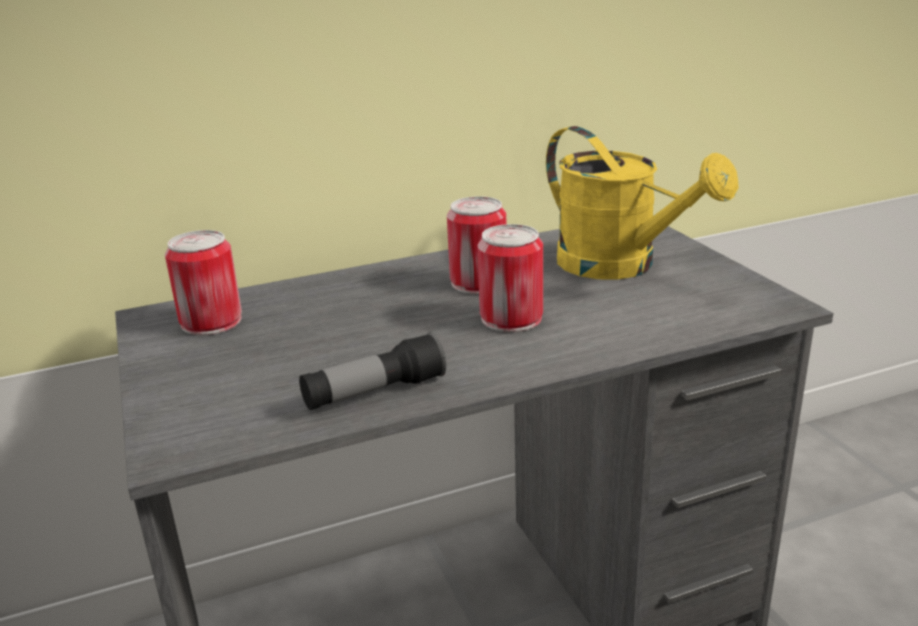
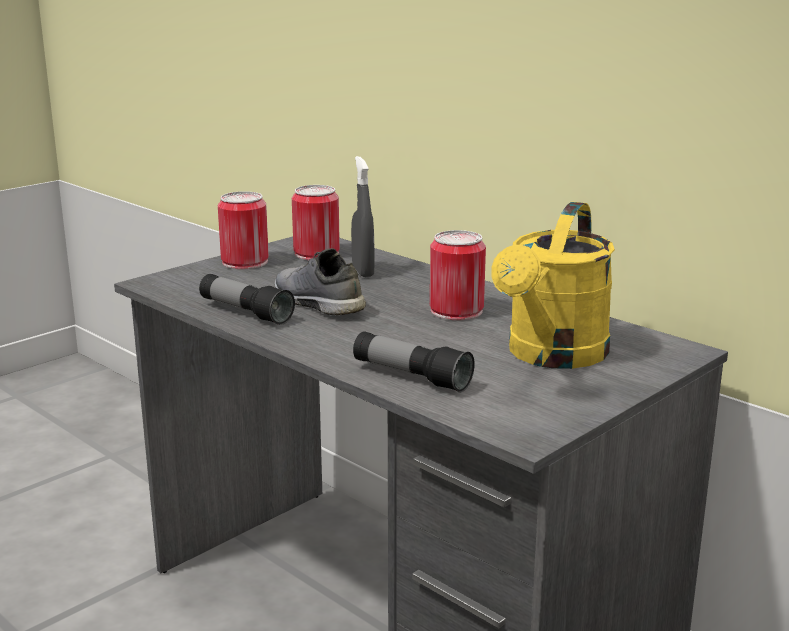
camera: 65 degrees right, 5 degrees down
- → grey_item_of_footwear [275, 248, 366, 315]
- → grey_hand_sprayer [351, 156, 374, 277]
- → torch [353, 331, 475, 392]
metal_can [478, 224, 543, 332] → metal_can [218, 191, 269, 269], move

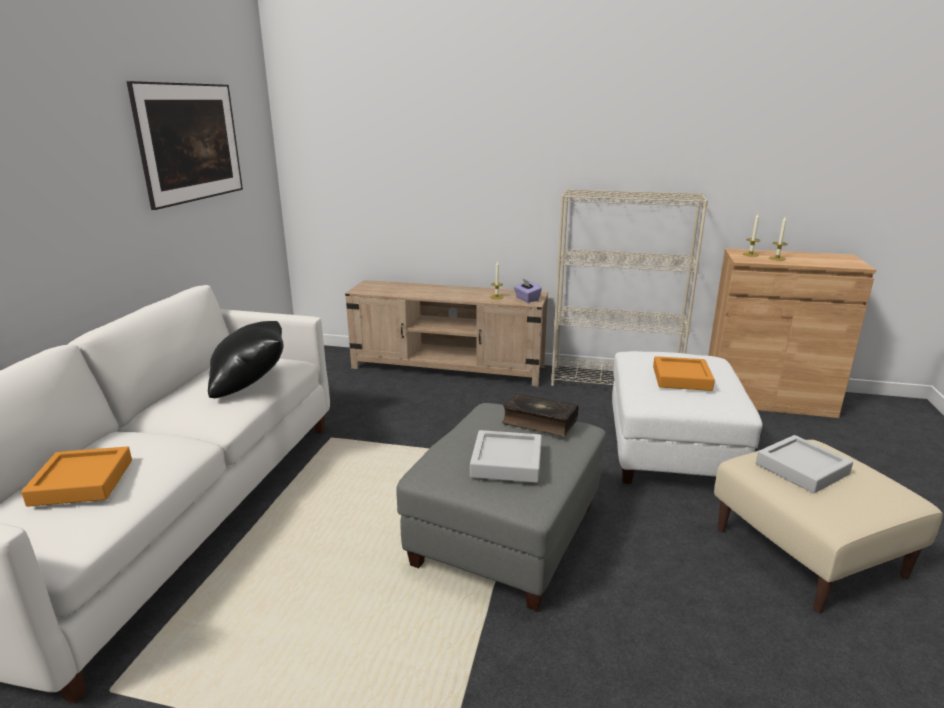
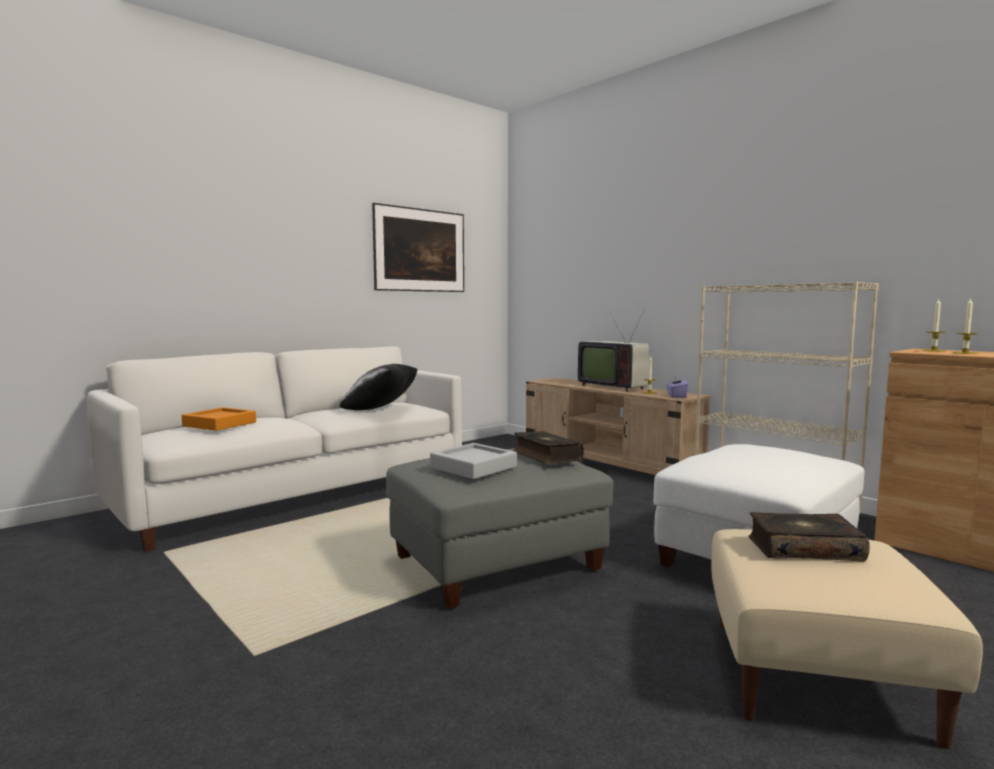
camera: 35 degrees right, 15 degrees down
orange_tray [653, 356, 715, 391] → -
- → TV_set [578, 309, 649, 391]
grey_tray [756, 435, 853, 494] → book [748, 512, 870, 562]

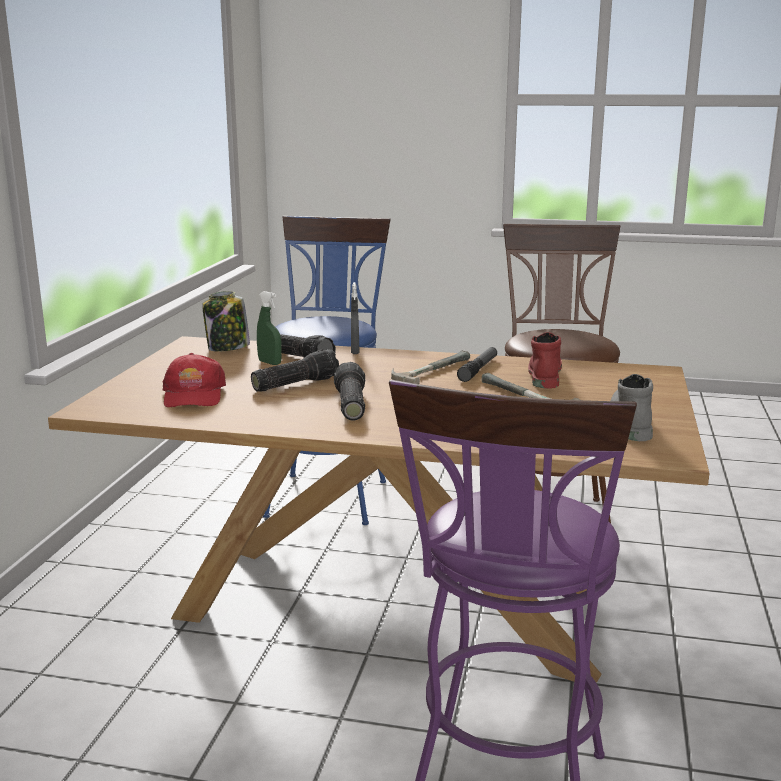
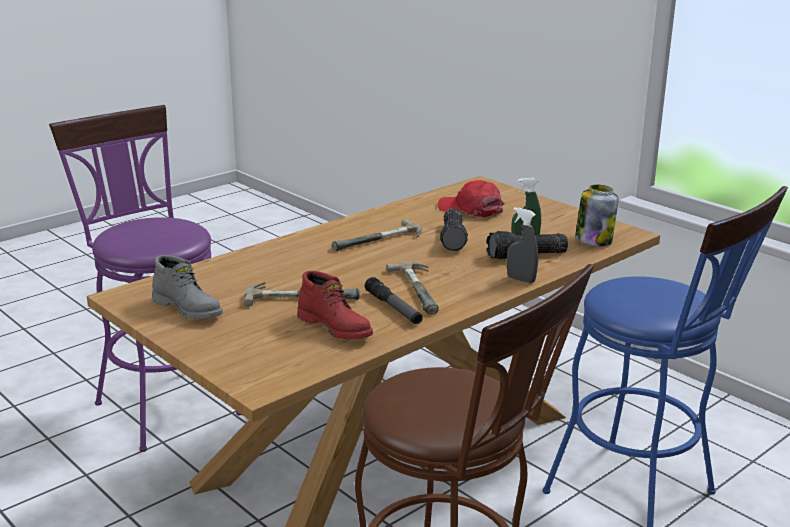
camera: 125 degrees right, 5 degrees up
torch [334, 362, 365, 421] → tool_hammer [332, 219, 421, 251]

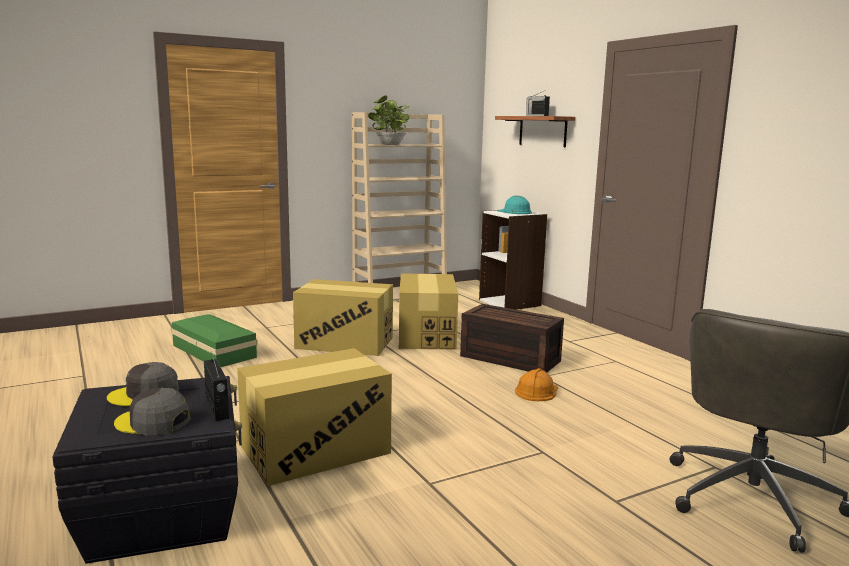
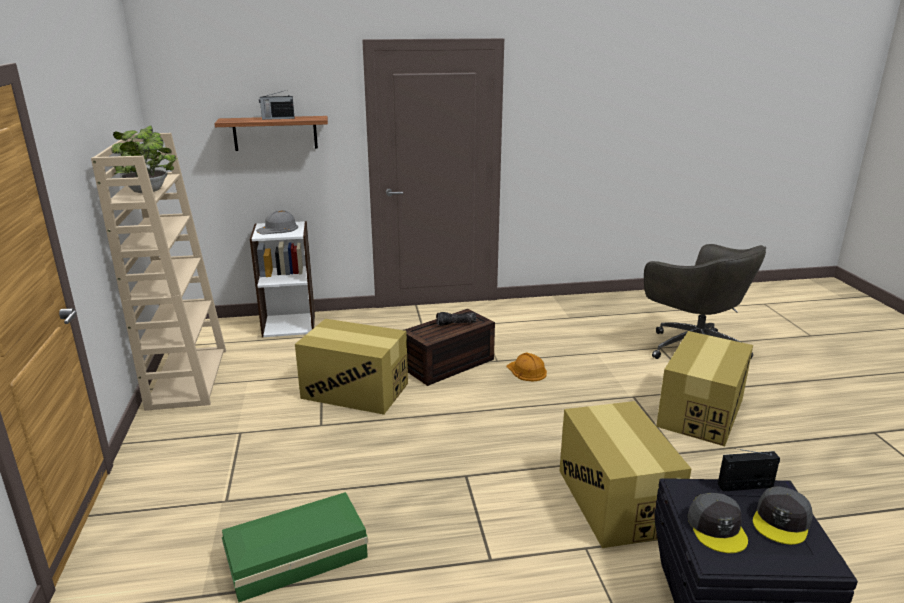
camera: 70 degrees left, 10 degrees up
- → torch [436, 312, 476, 326]
cardboard_box [293, 279, 393, 356] → cardboard_box [656, 331, 753, 446], move
turquoise_safety_helmet [497, 196, 532, 214] → grey_safety_helmet [256, 210, 298, 234]

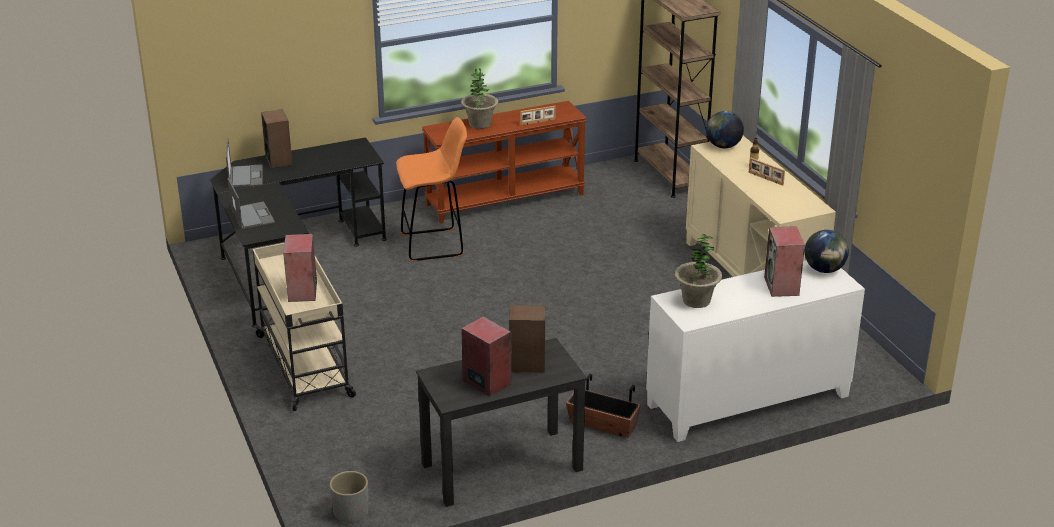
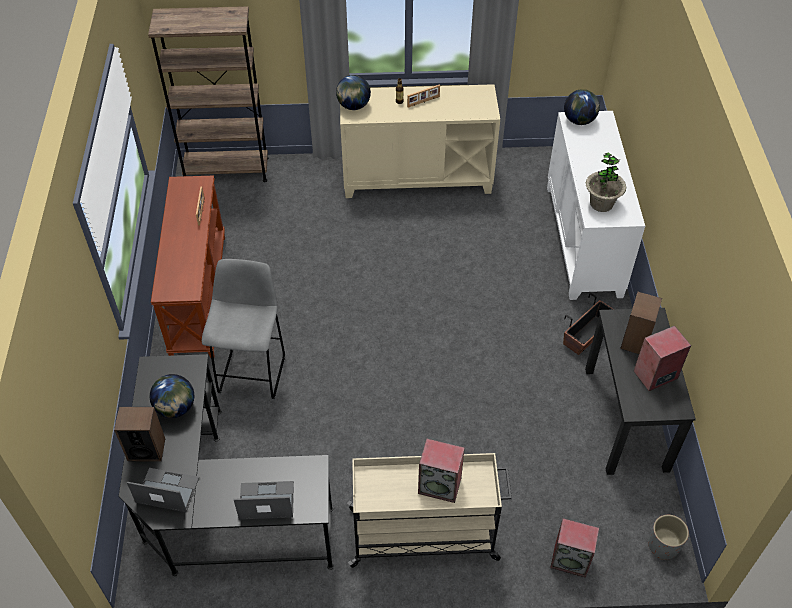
camera: 70 degrees left, 20 degrees up
plant_in_a_pot [461, 69, 499, 129] → -
- → world_globe [150, 374, 194, 418]
speaker [764, 226, 805, 297] → speaker [550, 518, 599, 578], move
orange_stool_seat [396, 117, 467, 262] → grey_stool_seat [202, 259, 285, 400]

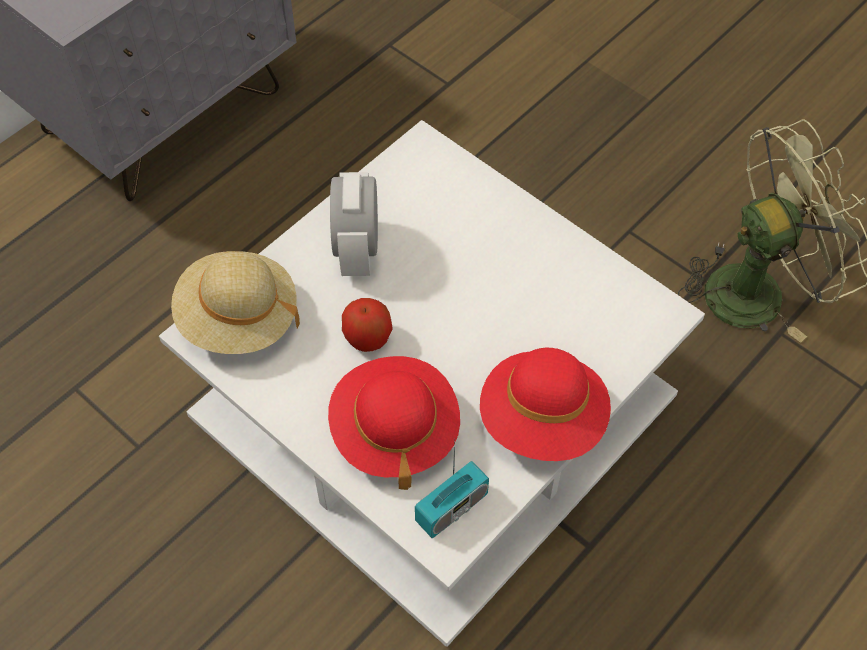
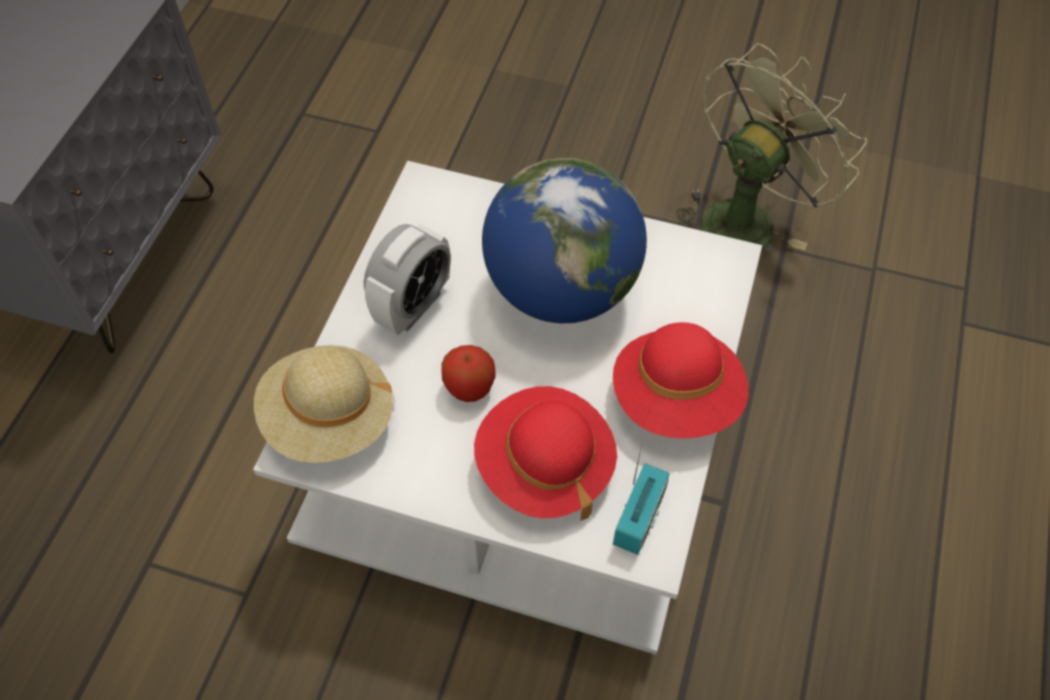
camera: 25 degrees left, 0 degrees up
- → world_globe [482, 158, 647, 323]
table_clock [330, 172, 378, 276] → table_clock [364, 223, 451, 335], 120 degrees counterclockwise

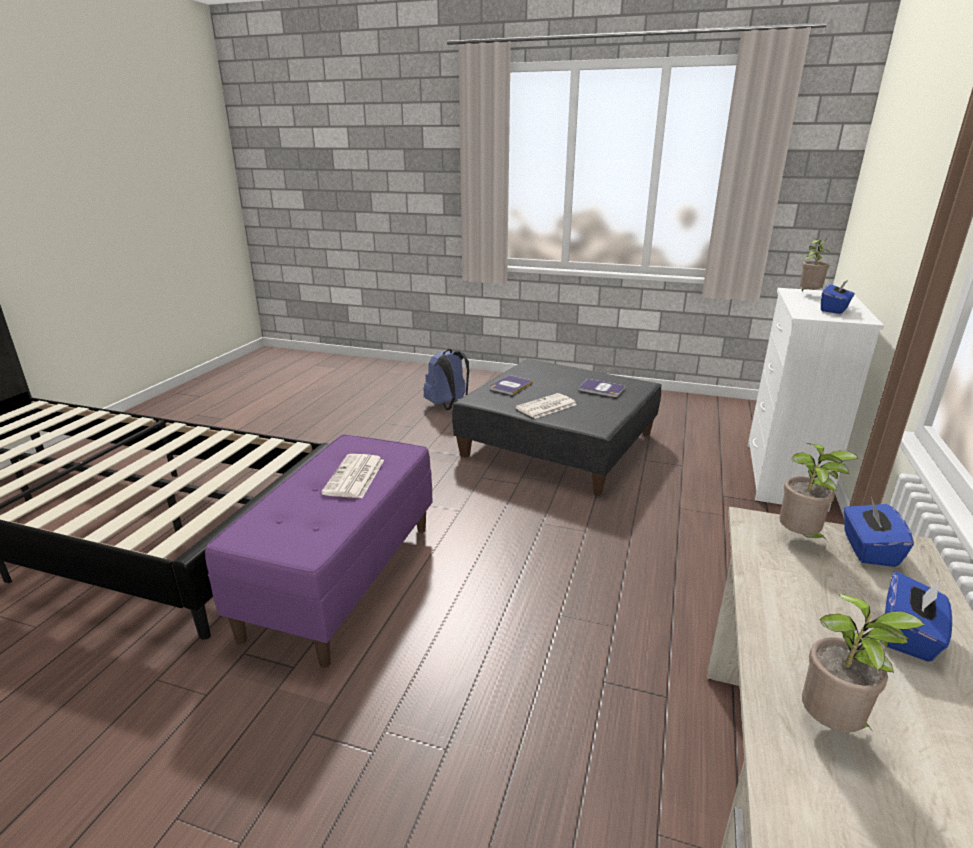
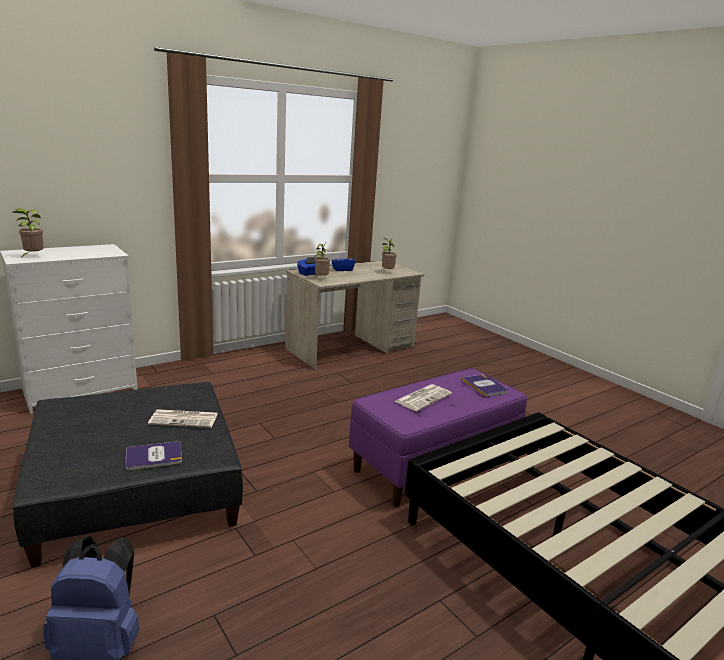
camera: 145 degrees left, 5 degrees down
bluish_tissue_box [821, 280, 855, 314] → -
book [579, 379, 625, 397] → book [462, 374, 508, 397], move

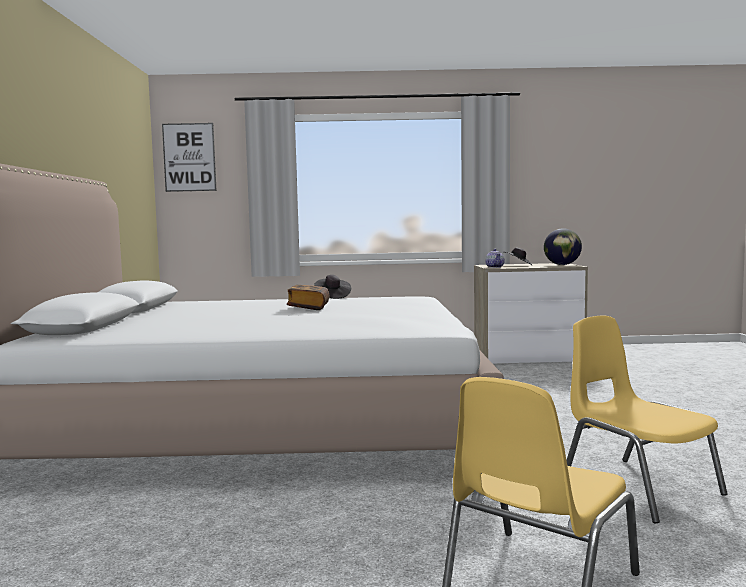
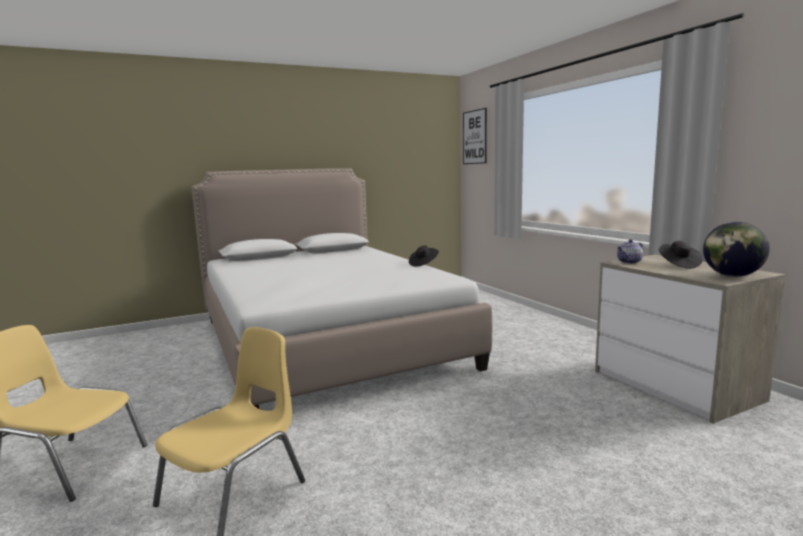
camera: 65 degrees right, 5 degrees up
book [287, 285, 329, 310] → -

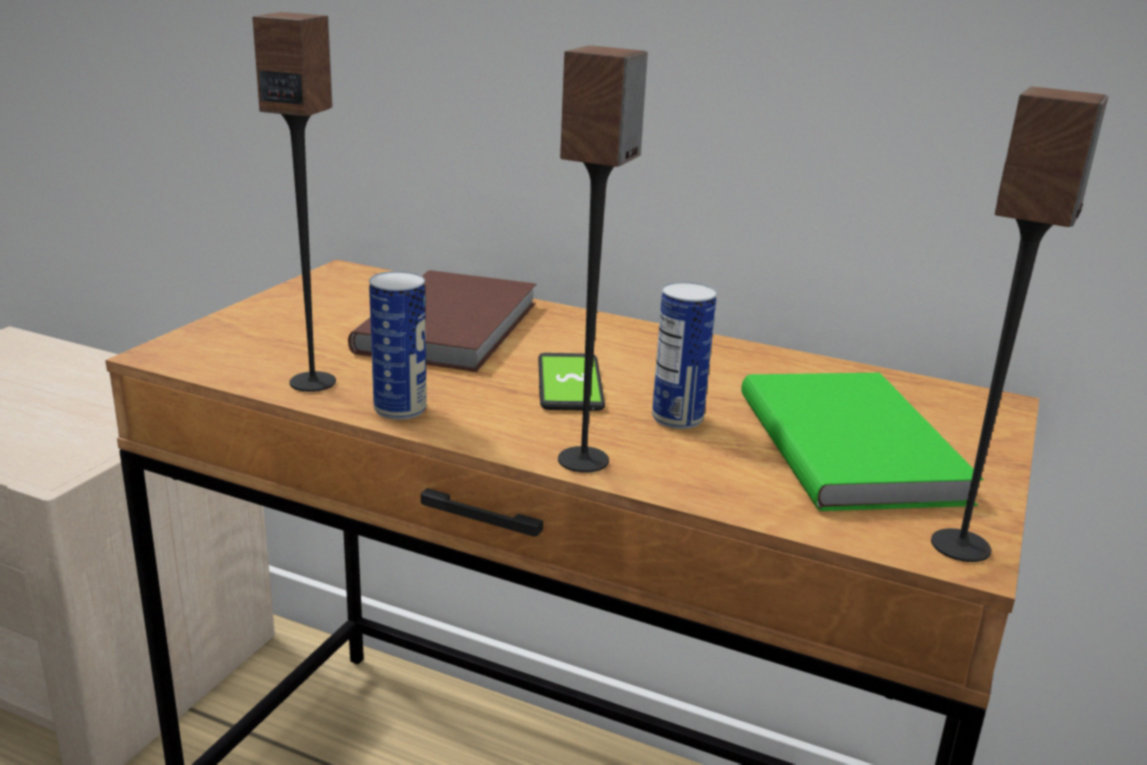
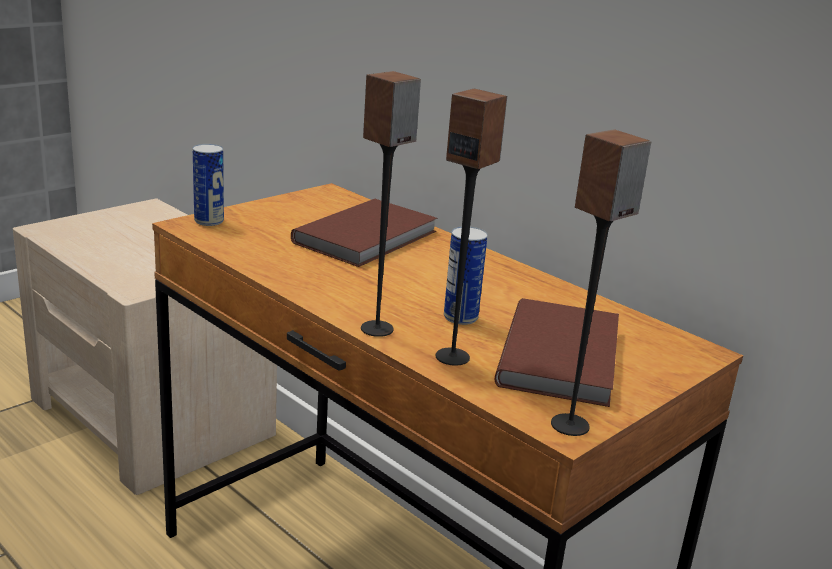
camera: 20 degrees right, 0 degrees up
telephone [538, 353, 605, 411] → -
speaker [253, 12, 336, 392] → speaker [436, 89, 507, 366], move
metal_can [369, 271, 427, 420] → metal_can [193, 144, 224, 226], move
greenish_book [741, 373, 984, 511] → brownish_book [495, 298, 619, 407]

